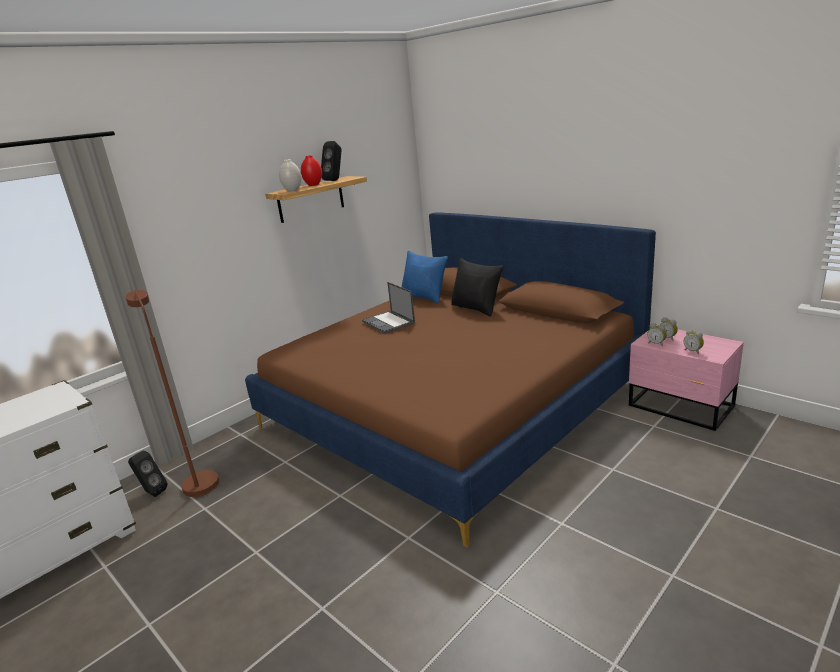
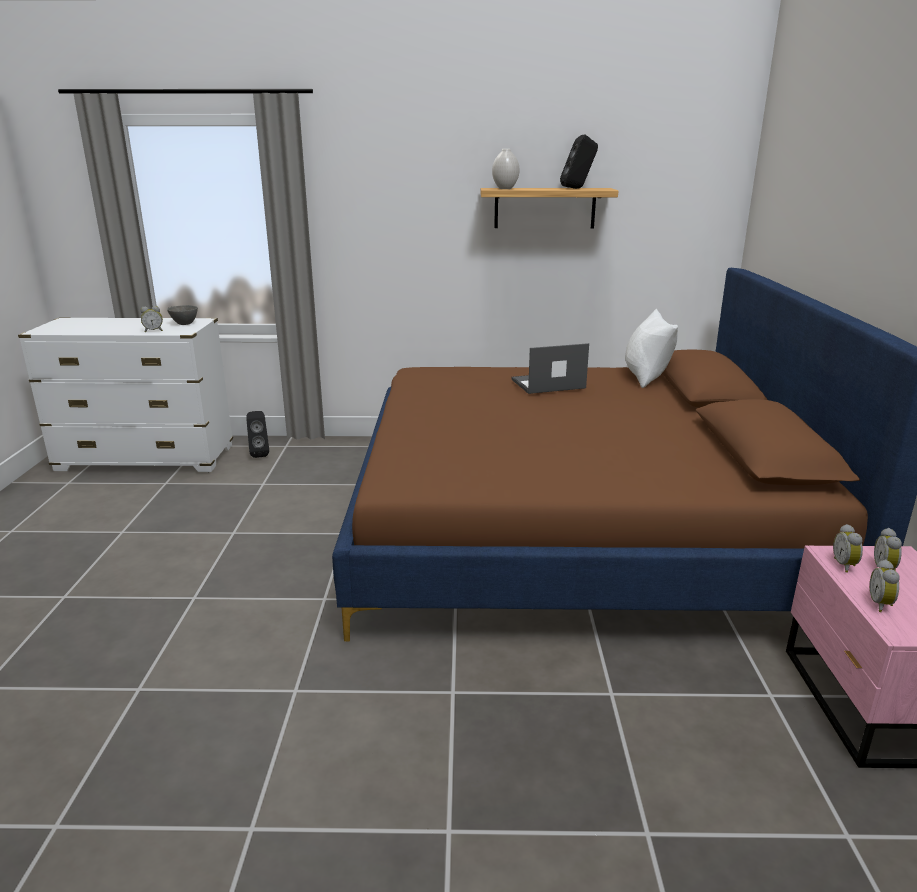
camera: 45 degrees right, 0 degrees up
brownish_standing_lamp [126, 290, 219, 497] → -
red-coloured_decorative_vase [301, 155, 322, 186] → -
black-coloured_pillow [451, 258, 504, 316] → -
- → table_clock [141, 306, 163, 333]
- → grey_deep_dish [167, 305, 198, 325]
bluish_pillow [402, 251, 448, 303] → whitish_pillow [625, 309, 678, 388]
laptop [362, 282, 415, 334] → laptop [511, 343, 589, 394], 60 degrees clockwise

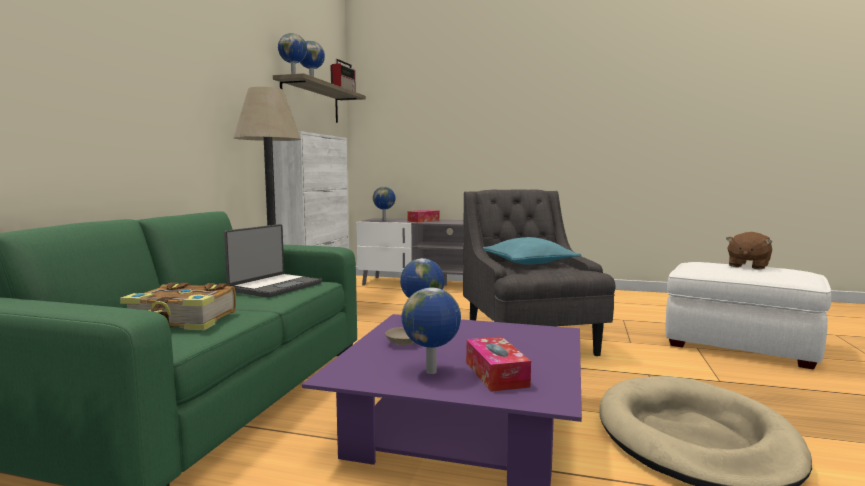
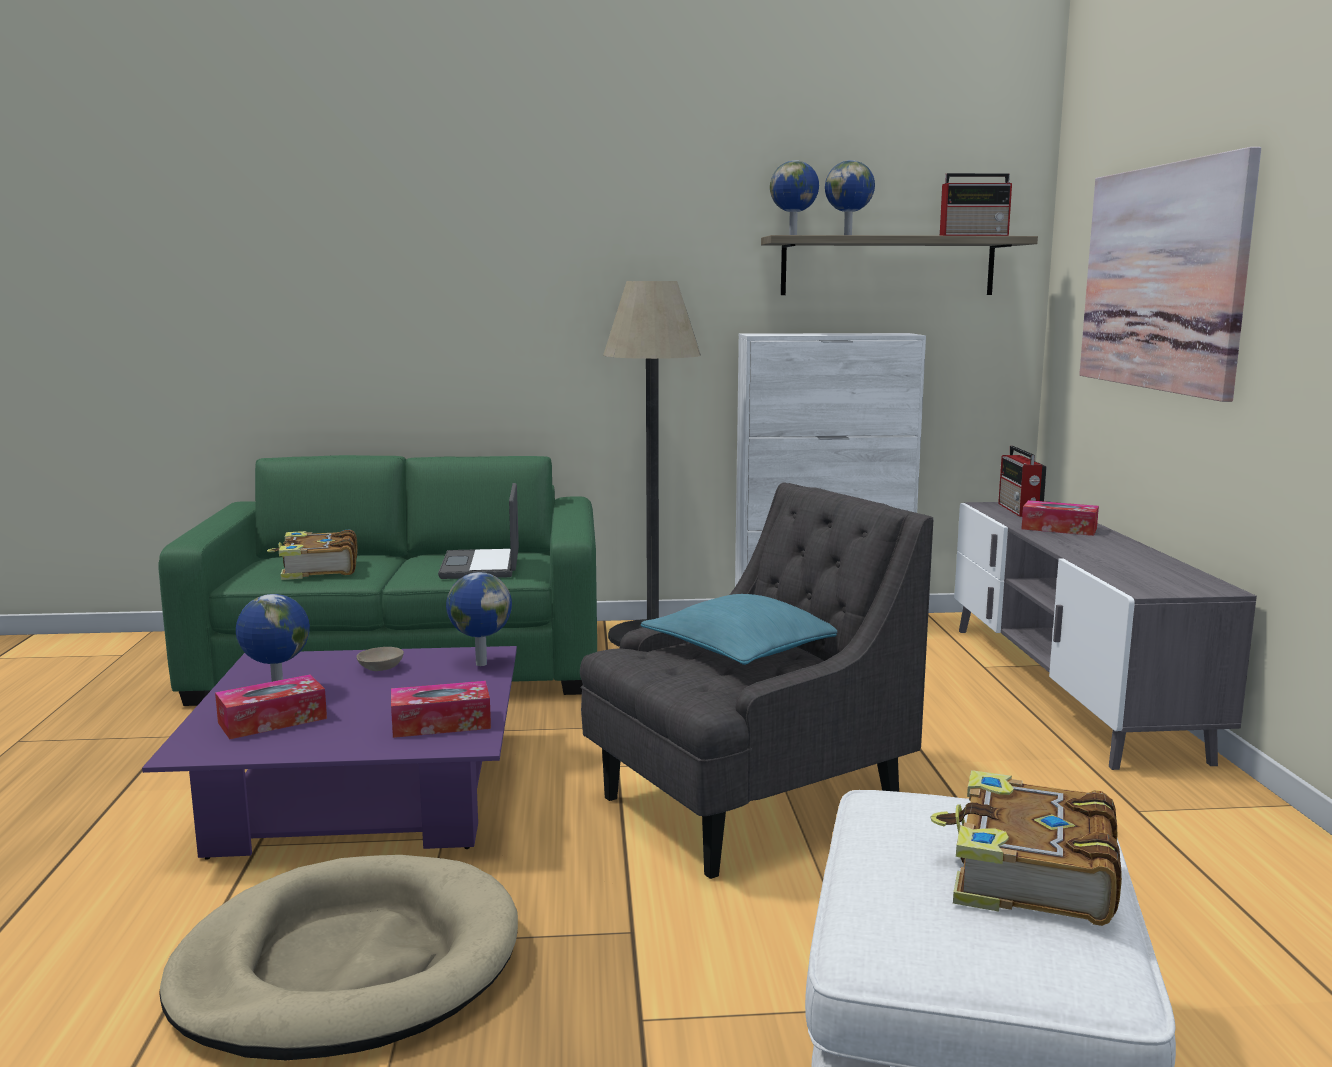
camera: 70 degrees right, 5 degrees up
- → tissue_box [391, 681, 491, 738]
- → wall_art [1079, 147, 1261, 402]
world_globe [373, 187, 395, 220] → radio_receiver [998, 446, 1047, 517]
brownish_soft_toy [726, 232, 772, 270] → book [931, 770, 1122, 926]
laptop [224, 224, 322, 298] → laptop [438, 483, 519, 579], 75 degrees clockwise

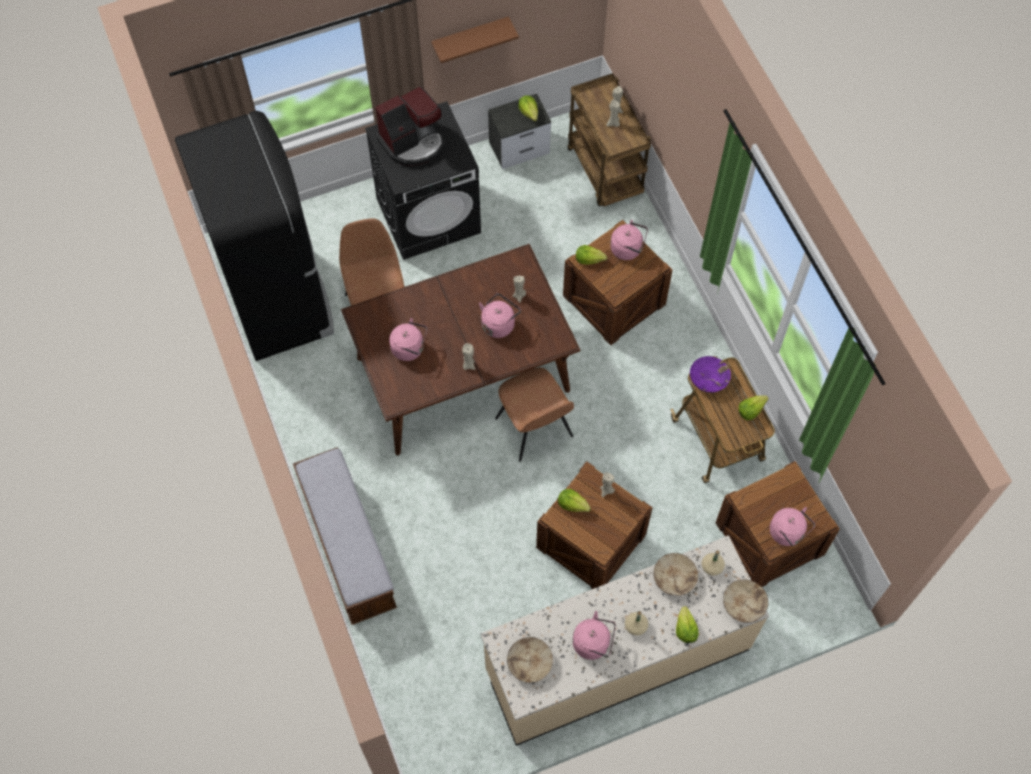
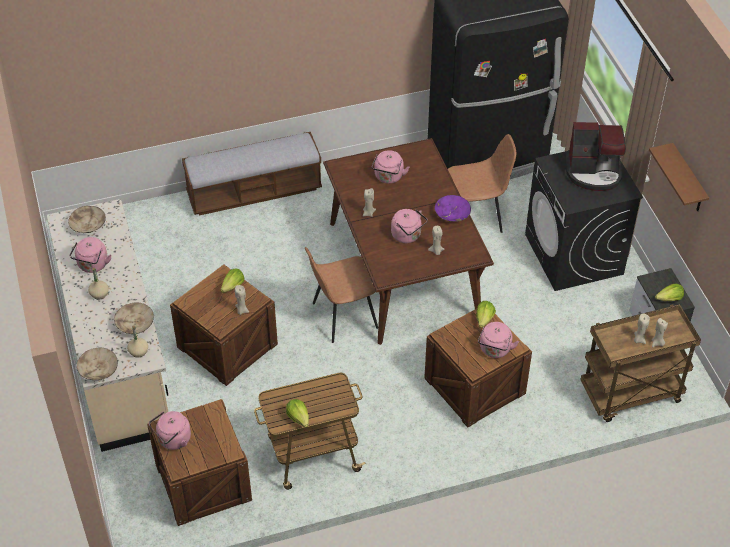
camera: 95 degrees right, 15 degrees down
lettuce_head [676, 606, 699, 643] → -
purplish_deep_dish [690, 356, 731, 393] → purplish_deep_dish [435, 195, 471, 222], move
coffee_machine [375, 86, 445, 166] → coffee_machine [565, 122, 626, 191], 60 degrees counterclockwise

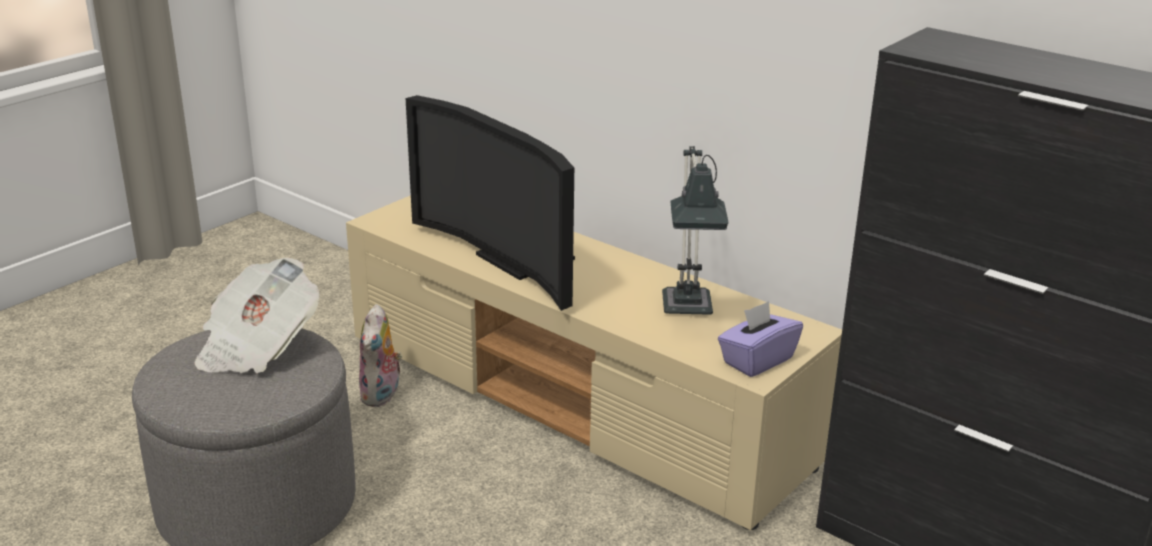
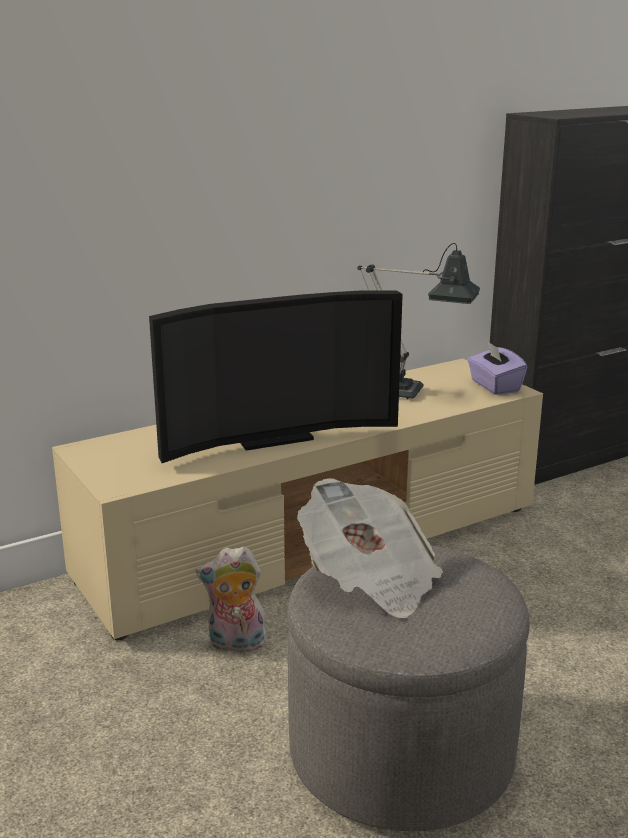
camera: 70 degrees left, 5 degrees down
soft_toy [359, 304, 402, 407] → soft_toy [196, 546, 266, 652], 150 degrees clockwise

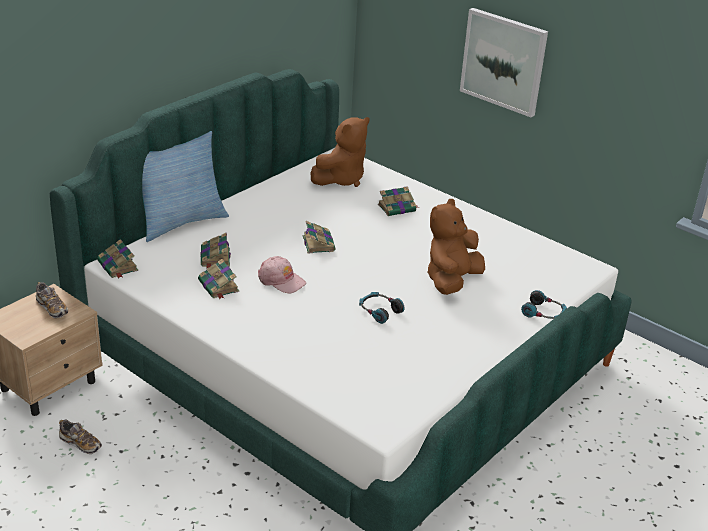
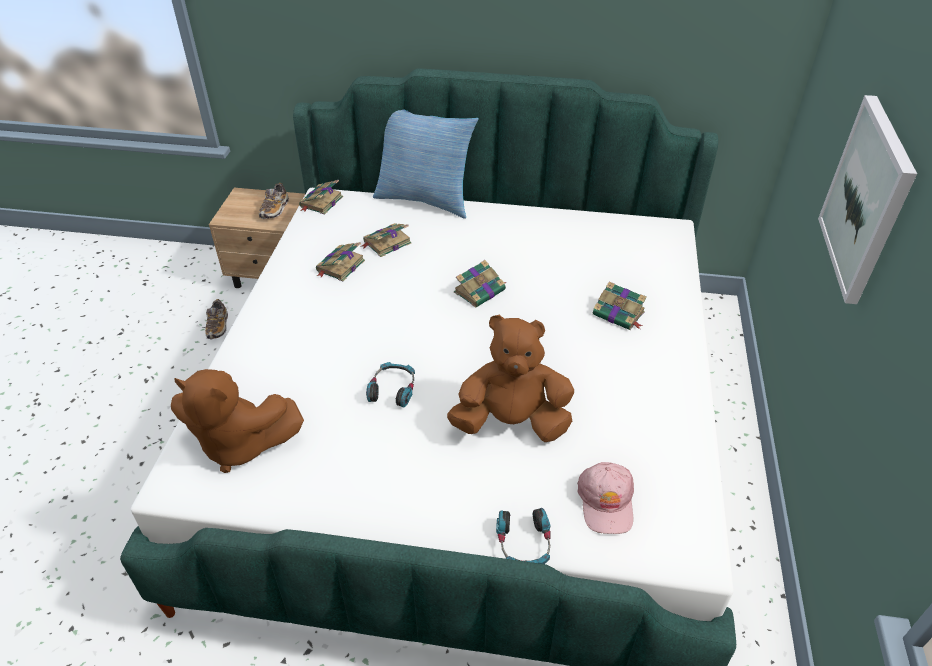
camera: 60 degrees right, 10 degrees up
pink-coloured_cap [258, 256, 306, 293] → pink-coloured_cap [577, 462, 634, 534], move
brownish_soft_toy [311, 117, 369, 187] → brownish_soft_toy [171, 369, 304, 473], move

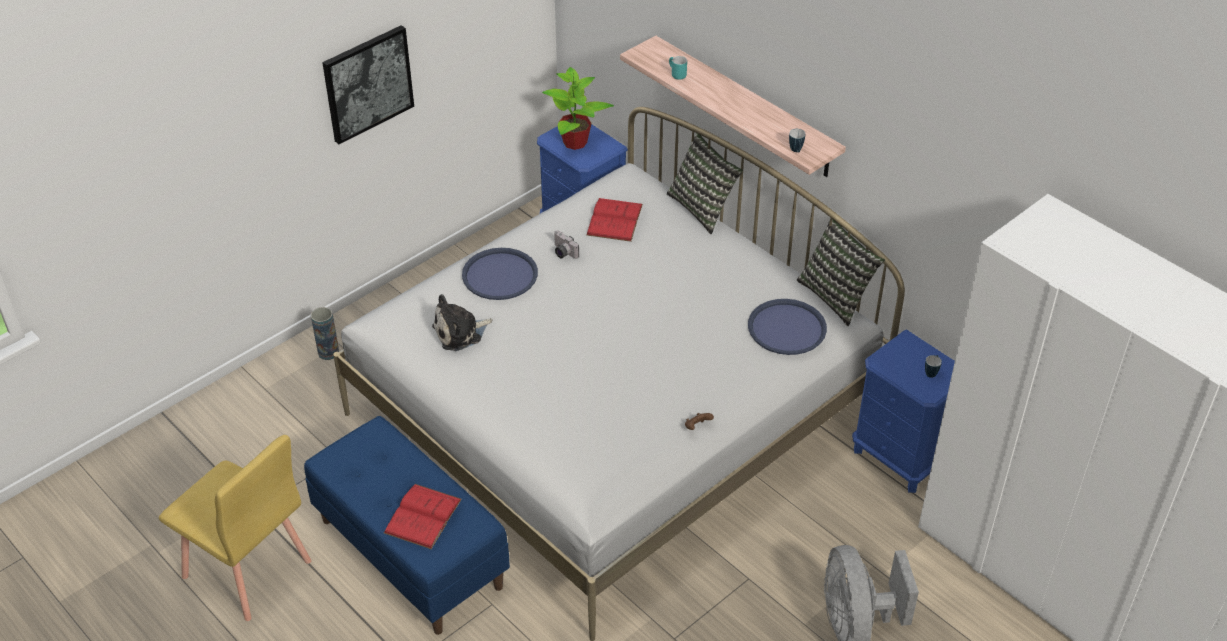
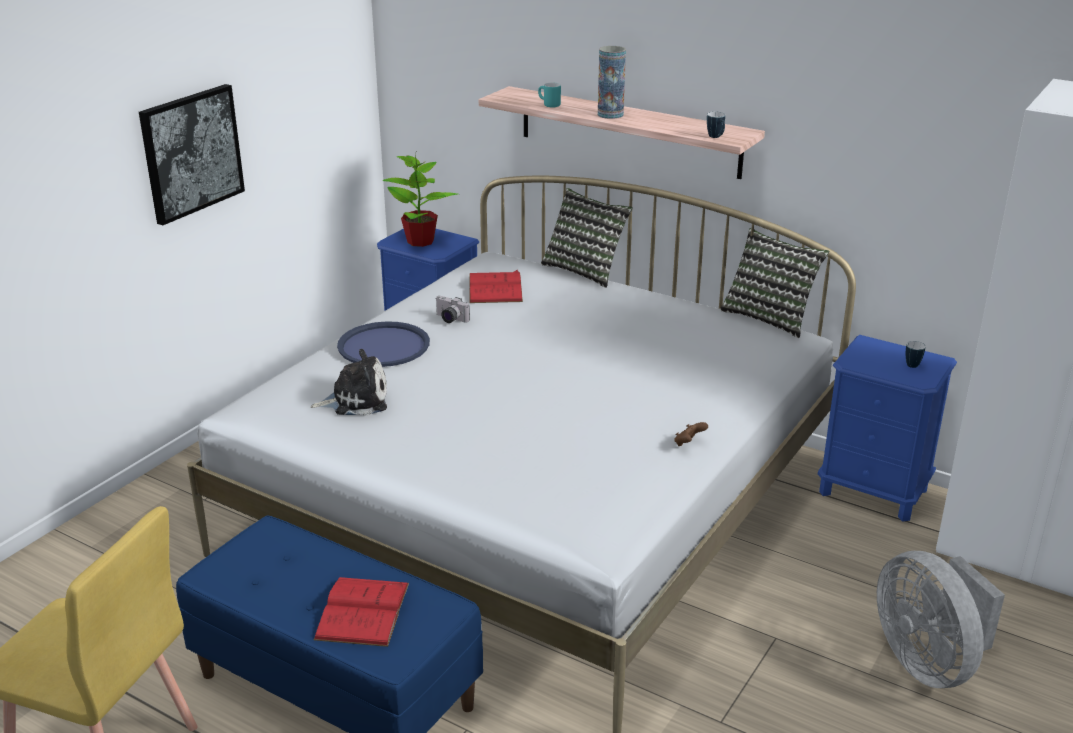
camera: 15 degrees left, 15 degrees down
bluish_tray [748, 299, 827, 355] → -
decorative_vase [311, 307, 339, 360] → decorative_vase [598, 46, 626, 119], move
soft_toy [432, 294, 493, 351] → soft_toy [310, 349, 387, 416], 150 degrees counterclockwise

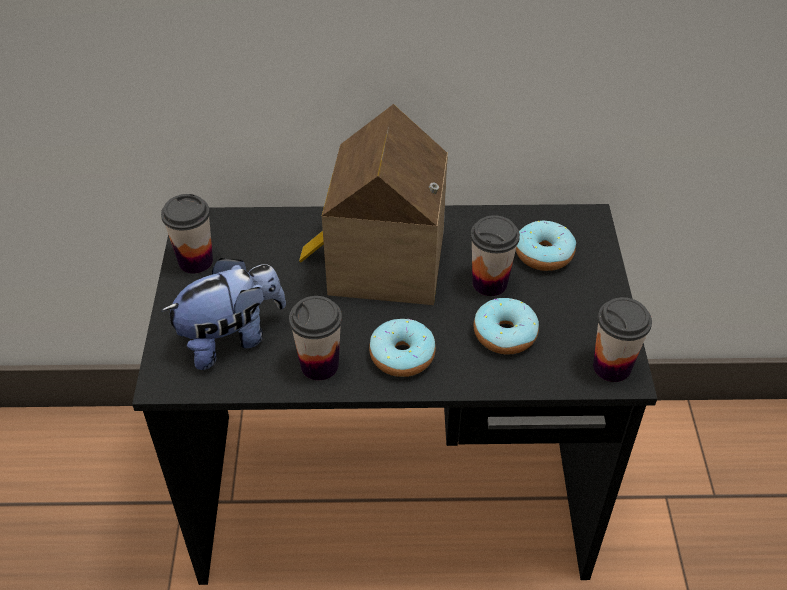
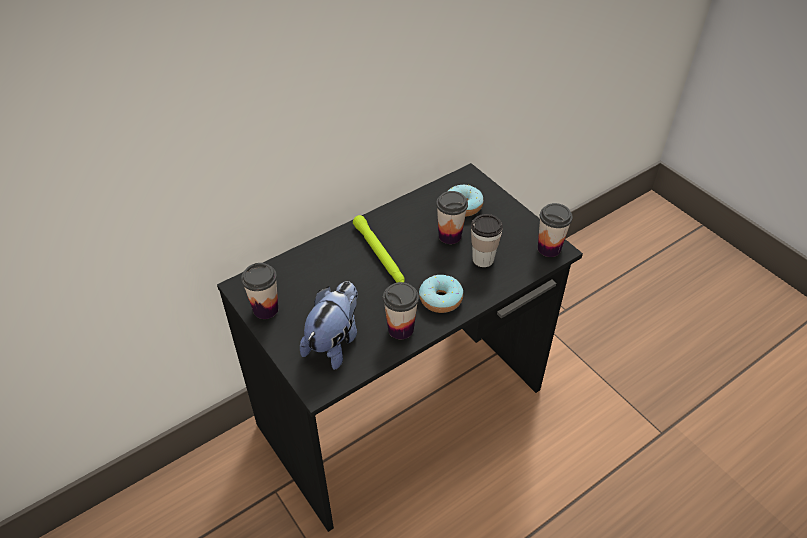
camera: 35 degrees left, 0 degrees up
miniature_house [299, 104, 448, 305] → greenish_torch [353, 215, 405, 283]
ring_doughnut [473, 298, 539, 354] → small_cup [471, 214, 503, 267]

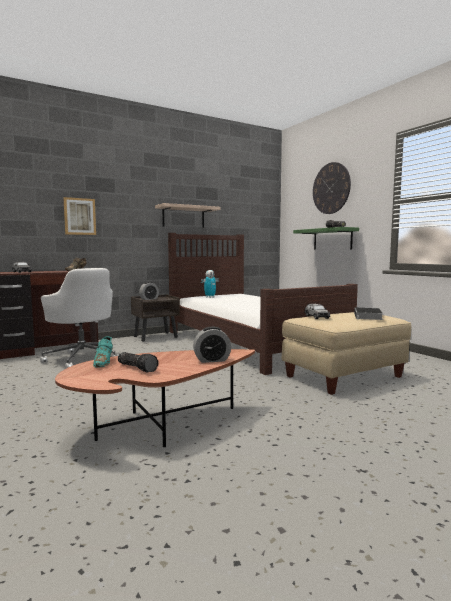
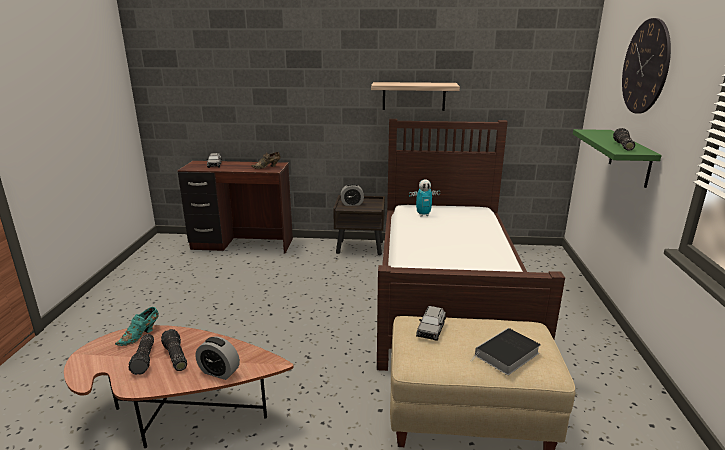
camera: 35 degrees right, 15 degrees up
whitish_office_chair [40, 268, 118, 368] → -
wall_art [63, 197, 96, 235] → -
- → torch [161, 329, 187, 371]

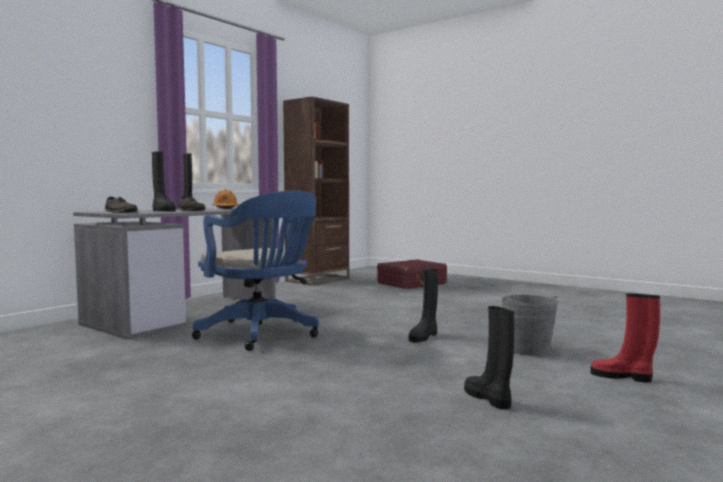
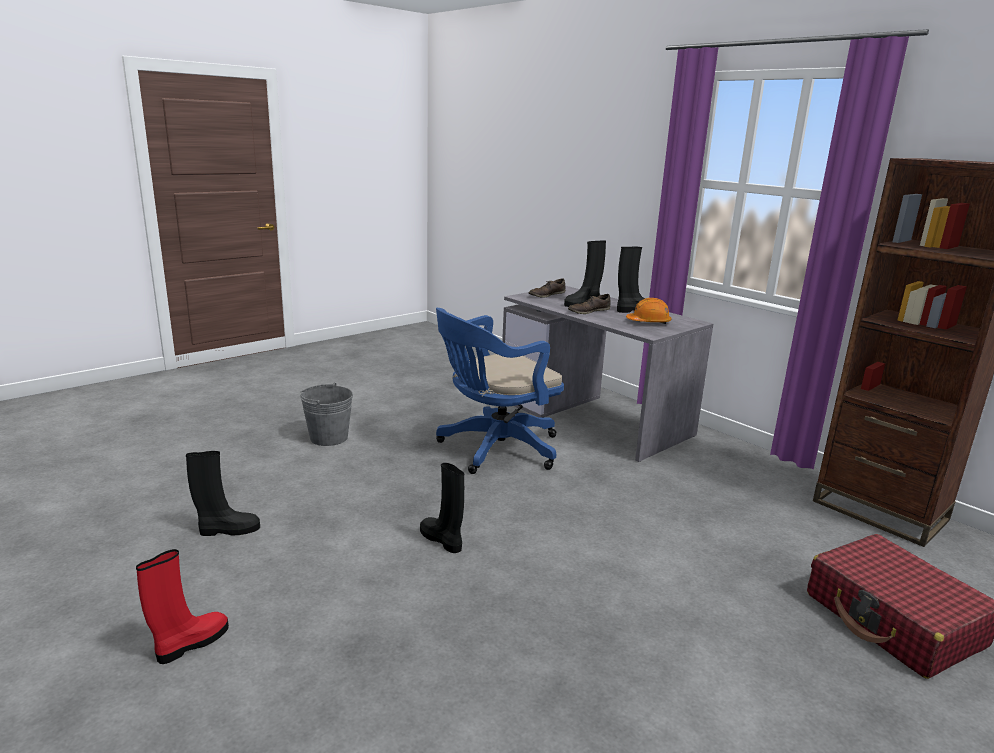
camera: 100 degrees right, 15 degrees up
grey_pail [501, 295, 559, 356] → grey_pail [300, 383, 353, 446], move

